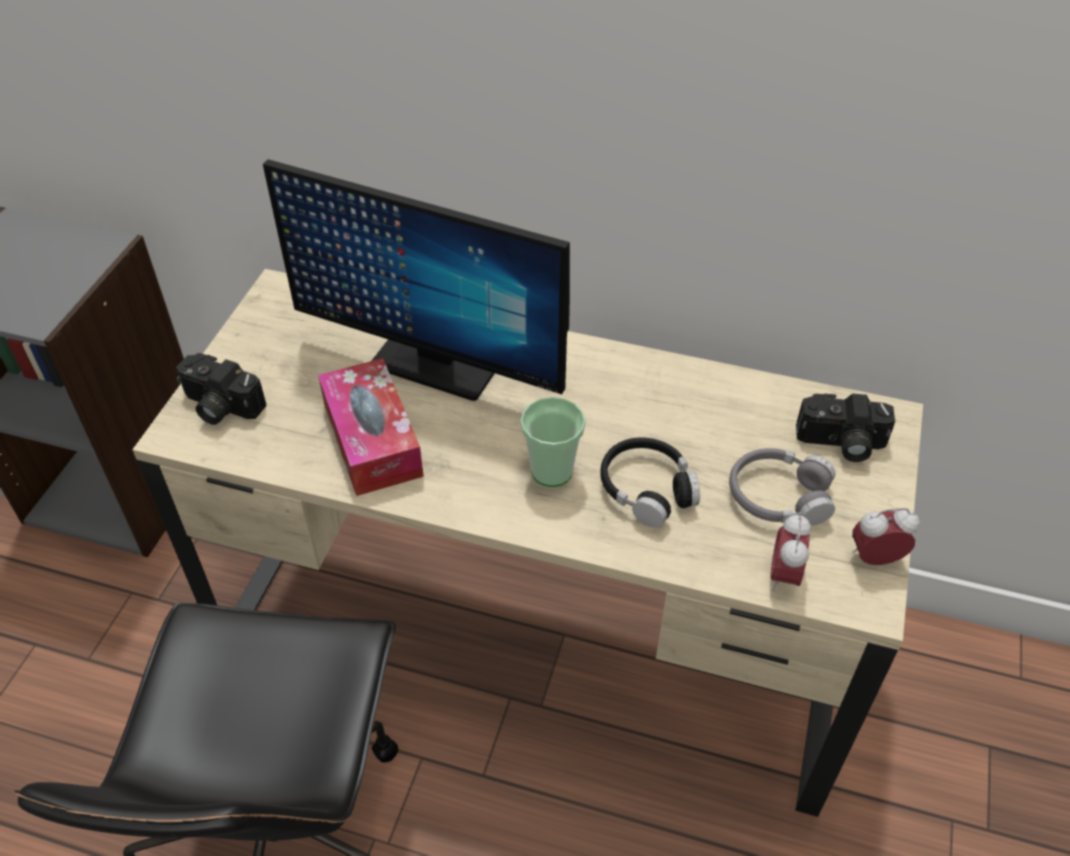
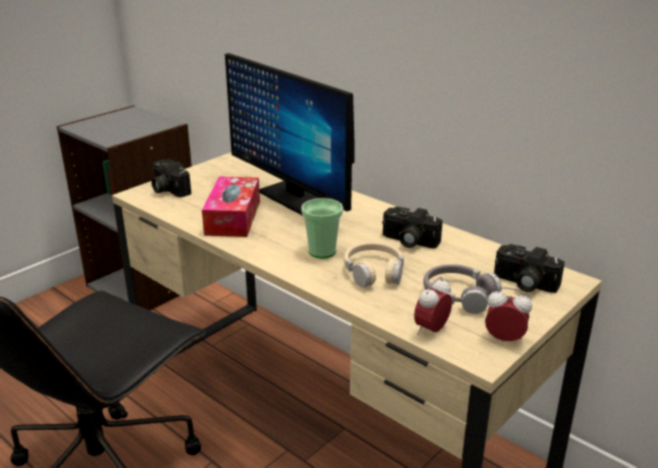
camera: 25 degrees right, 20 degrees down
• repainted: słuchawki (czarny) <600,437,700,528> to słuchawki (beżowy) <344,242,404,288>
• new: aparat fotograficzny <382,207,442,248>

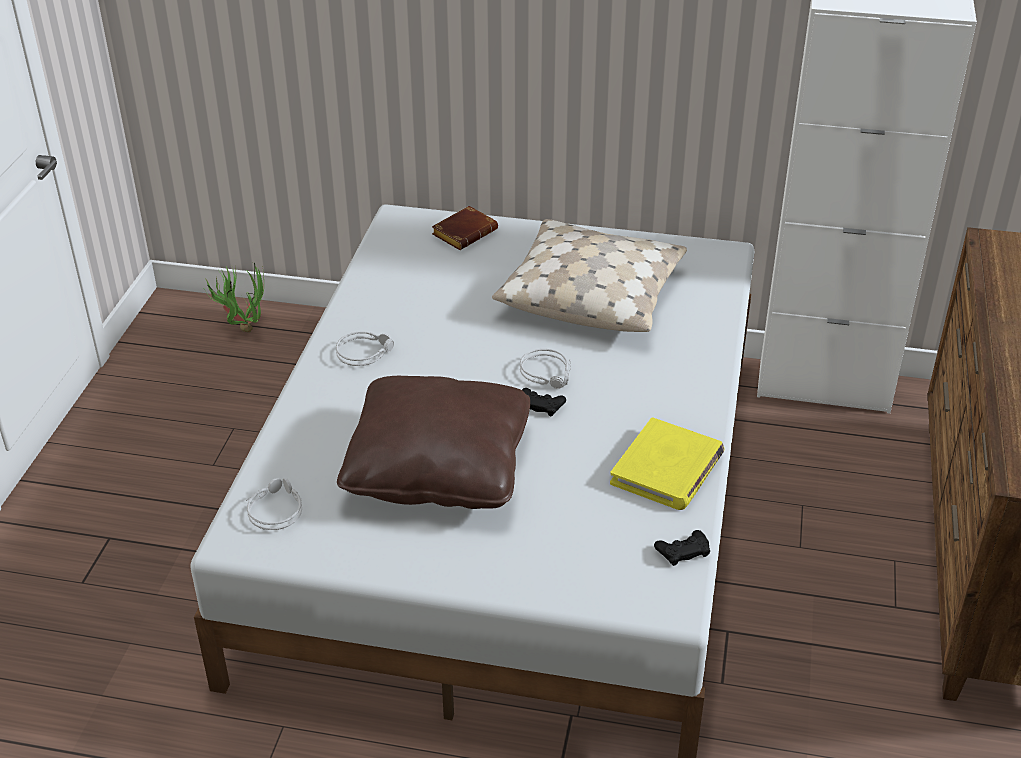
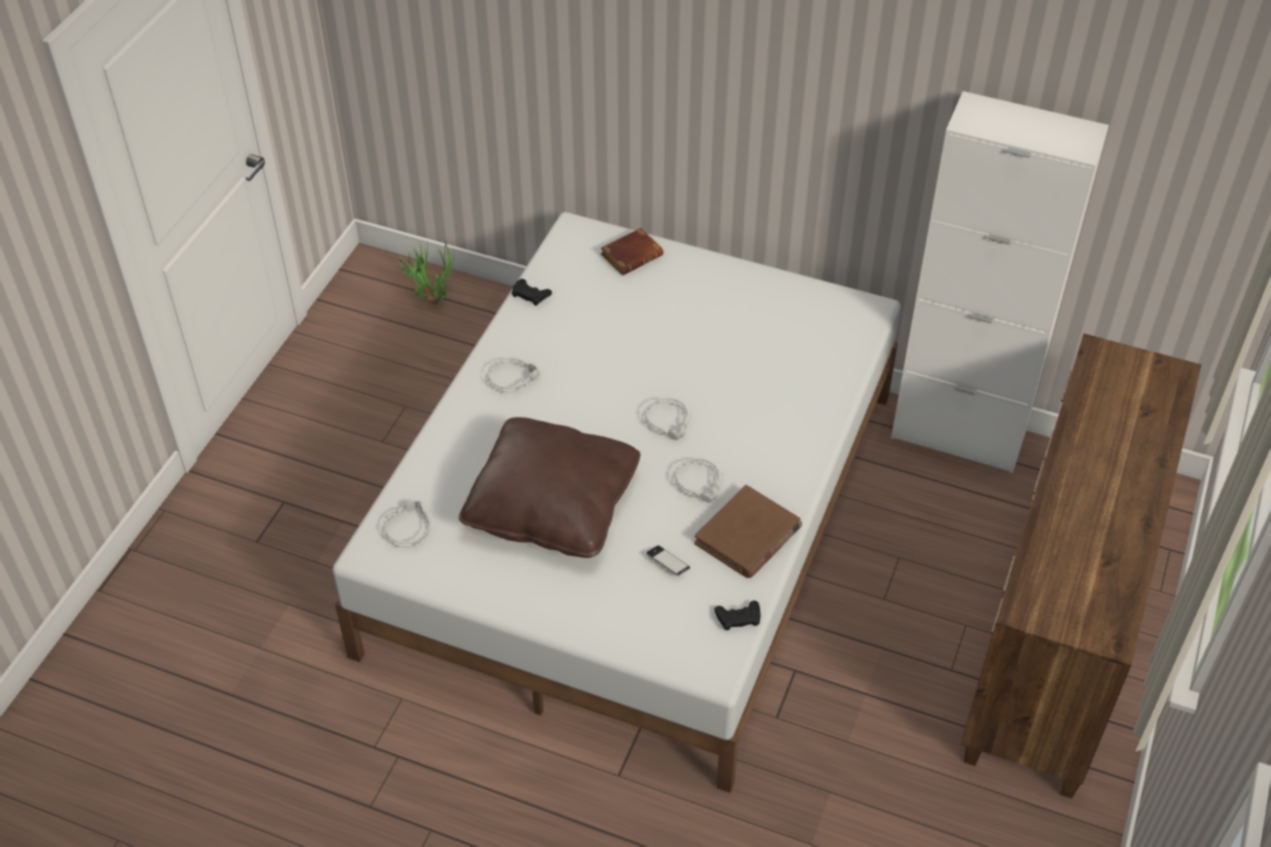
camera: 10 degrees right, 10 degrees up
• gone: poduszka (beżowy) <492,219,687,332>
• shifted: pad do gier (czarny) <522,388,566,417> to <511,279,552,306>
• repainted: książka (żółty) <610,417,725,510> to książka (brązowy) <694,485,802,578>
• new: słuchawki (szary) <675,458,723,503>
• new: telefon <646,545,690,576>

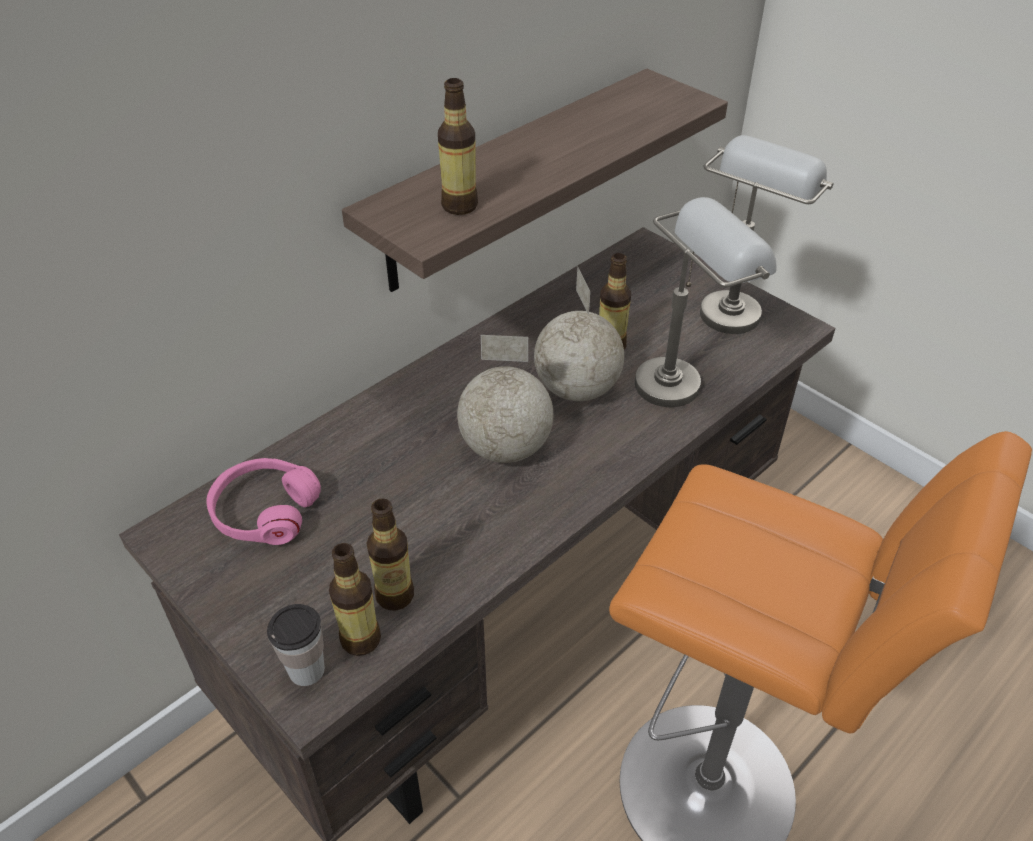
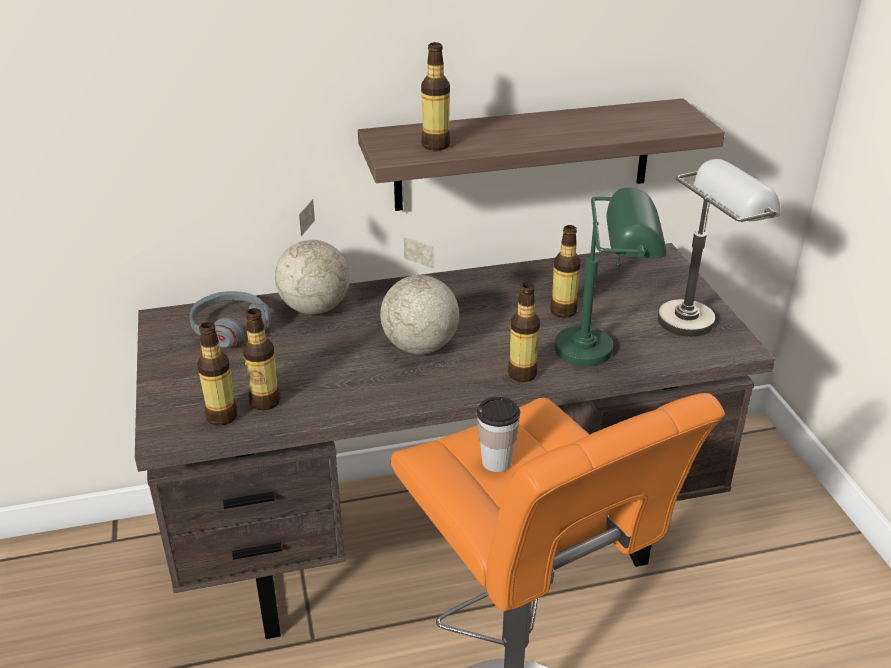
camera: 30 degrees right, 10 degrees down
• repainted: lampa stołowa (szary) <635,197,777,407> to lampa stołowa (zielony) <554,187,666,366>
• shifted: globus <534,266,624,401> to <275,200,350,314>
• repainted: słuchawki (różowy) <206,458,321,545> to słuchawki (szary) <189,291,272,348>
• shifted: filiżanka <267,604,325,686> to <477,397,520,472>
• new: butelka <508,282,540,382>

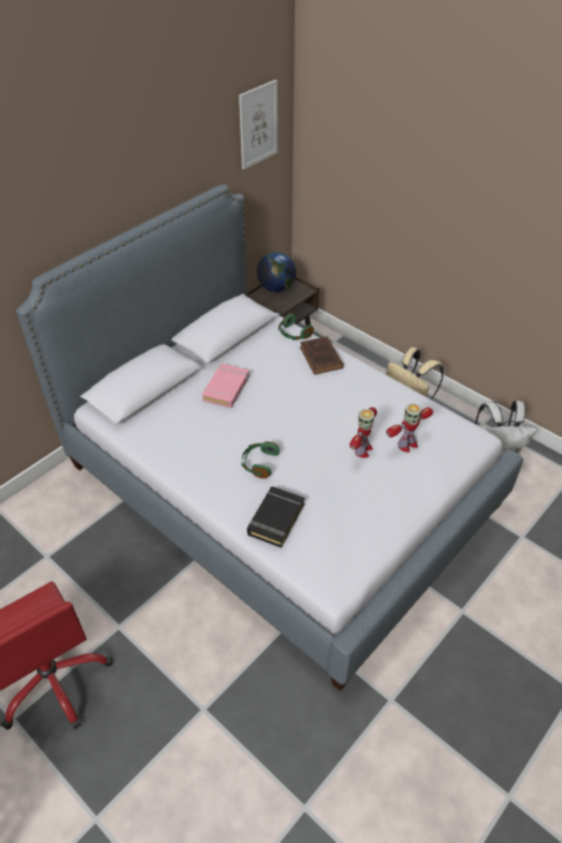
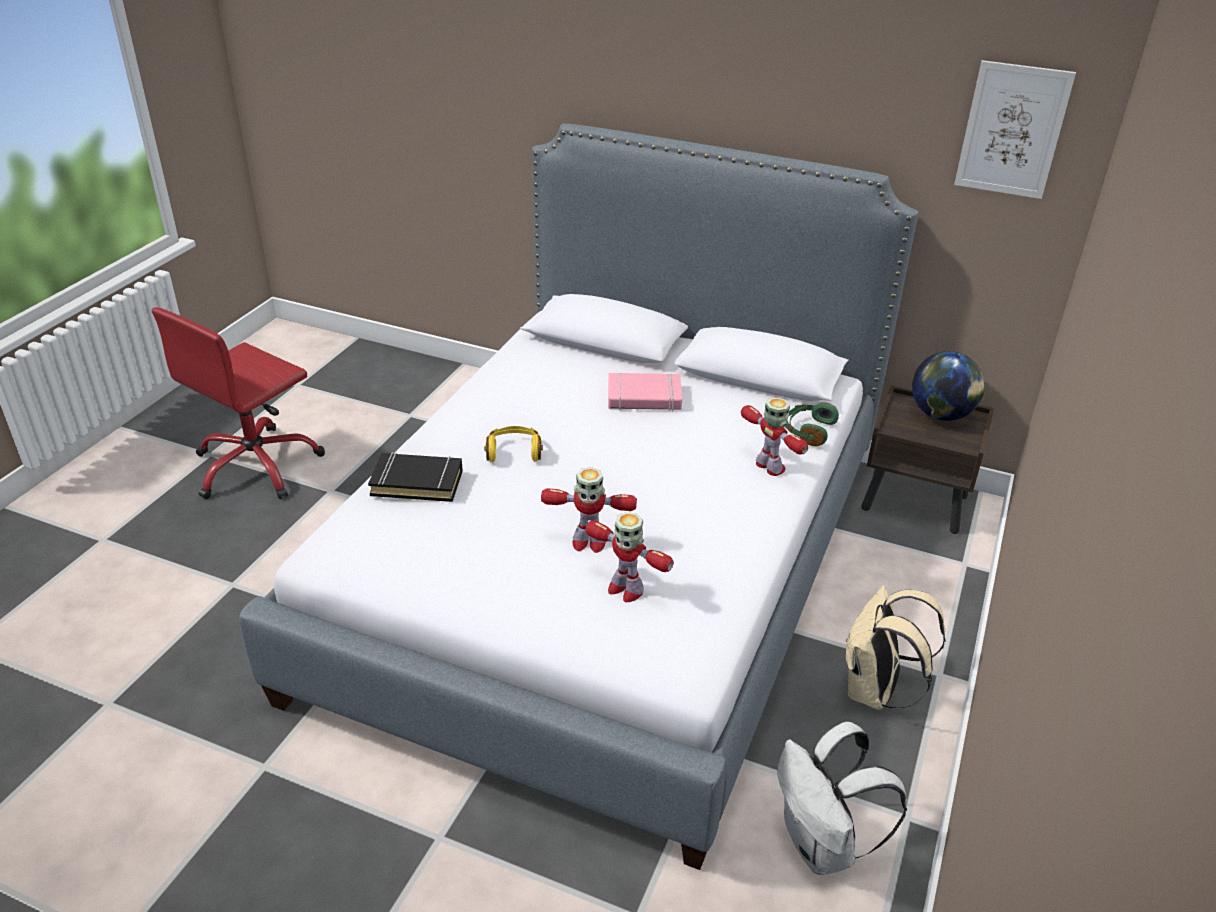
camera: 70 degrees right, 10 degrees down
• swapped: książka (brązowy) <300,336,344,375> to robot zabawkowy <741,397,808,476>
• repainted: słuchawki (zielony) <241,442,279,479> to słuchawki (żółty) <484,426,543,462>

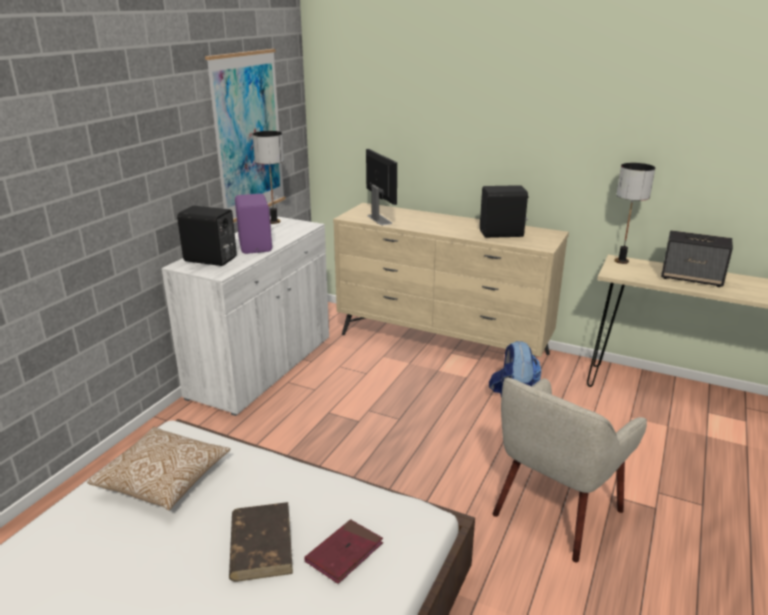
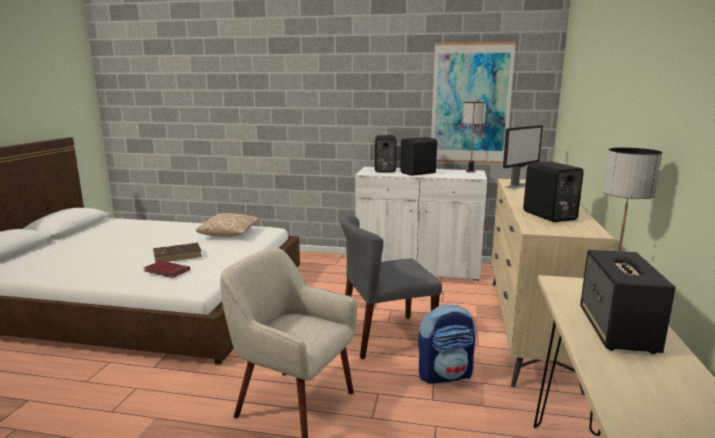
camera: 75 degrees right, 10 degrees down
• repainted: głośnik (fioletowy) <235,194,272,254> to głośnik (czarny) <400,137,437,176>
• new: krzesło (szary) <340,215,442,359>

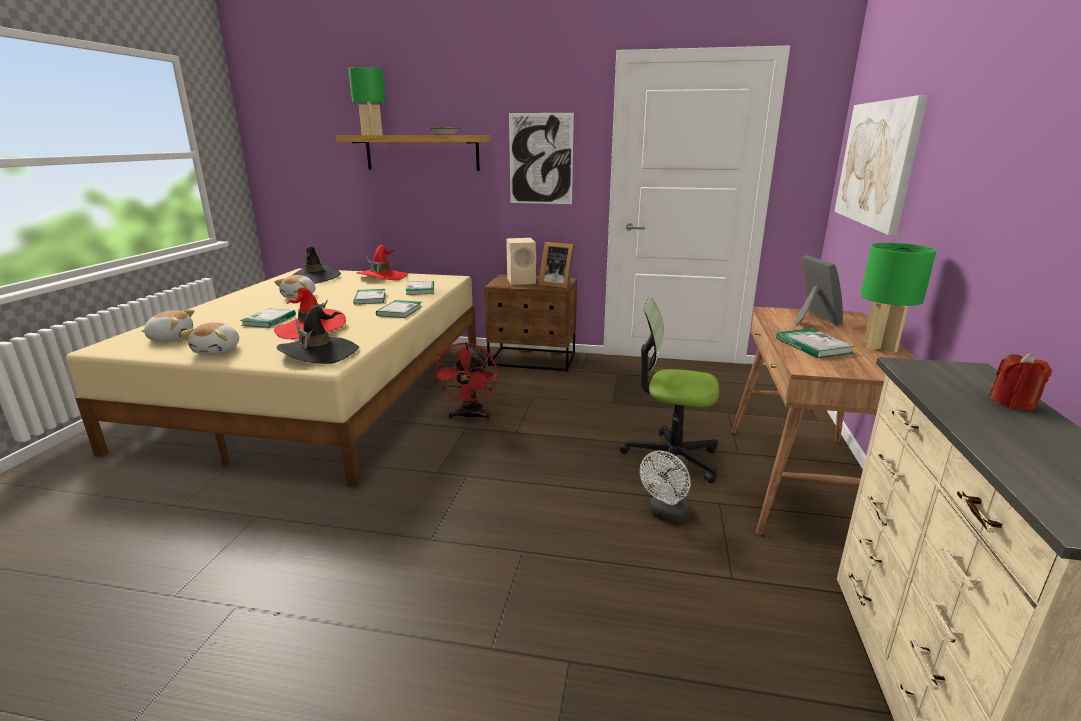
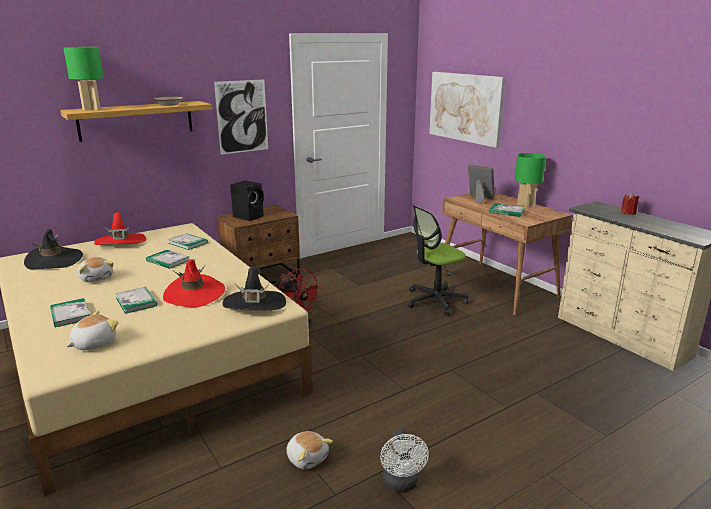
camera: 45 degrees left, 0 degrees up
• repainted: głośnik (beżowy) <506,238,536,285> to głośnik (czarny) <230,181,264,221>
• gone: ramka na zdjęcie <539,242,575,289>
• shifted: książka <376,300,422,318> to <50,298,90,327>
• shifted: pluszak <180,322,239,354> to <286,431,333,469>
• shifted: wentylator (biały) <640,451,691,523> to <380,429,429,492>

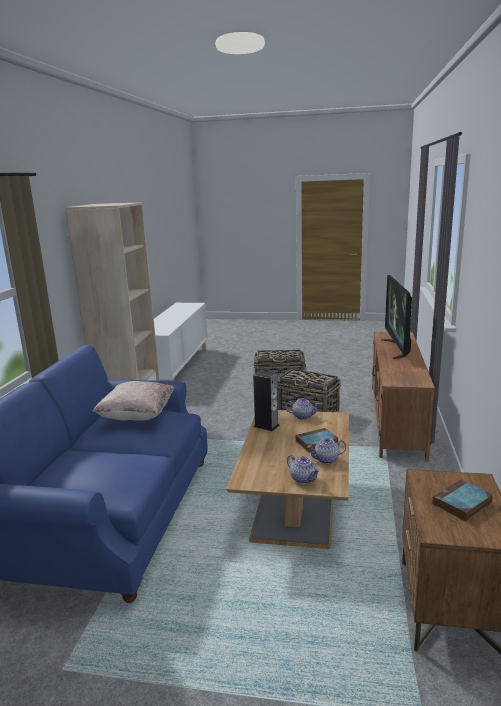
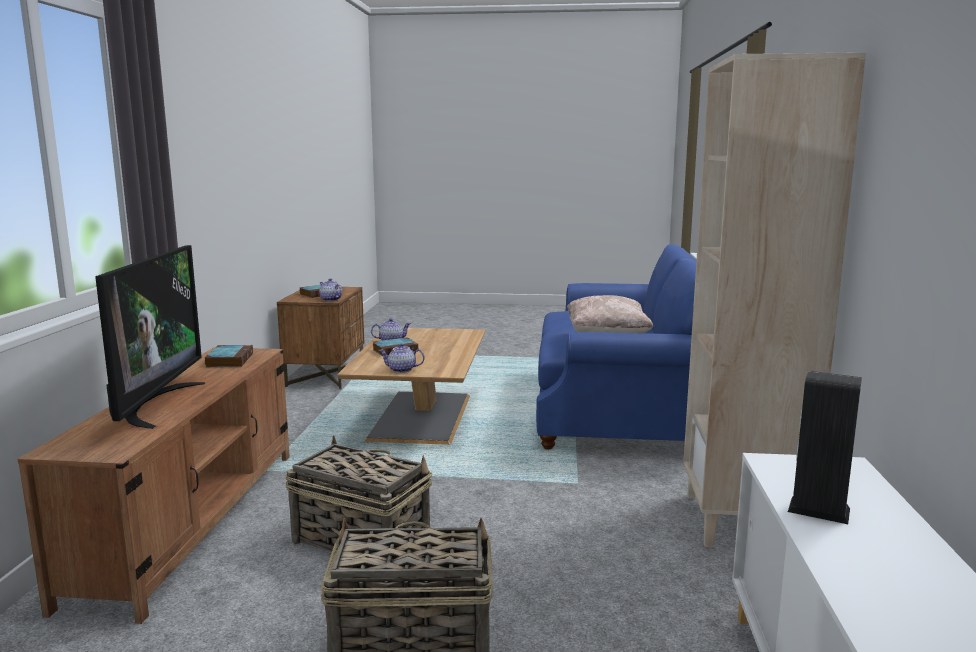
camera: 175 degrees right, 5 degrees down
• shifted: głośnik <253,371,280,431> to <788,371,862,524>
• shifted: imbryk <287,455,320,484> to <319,278,342,301>
• new: książka <205,345,253,367>

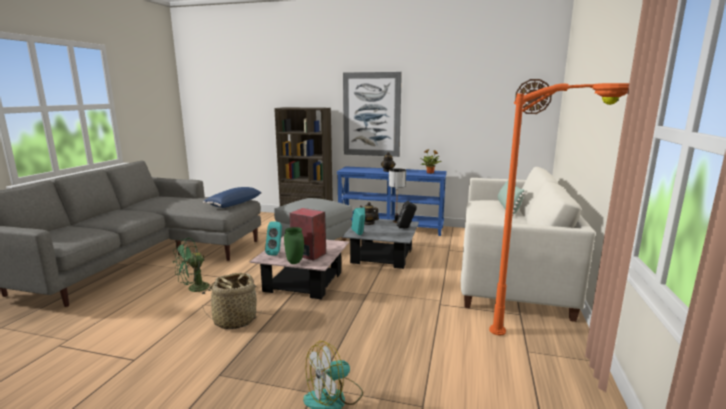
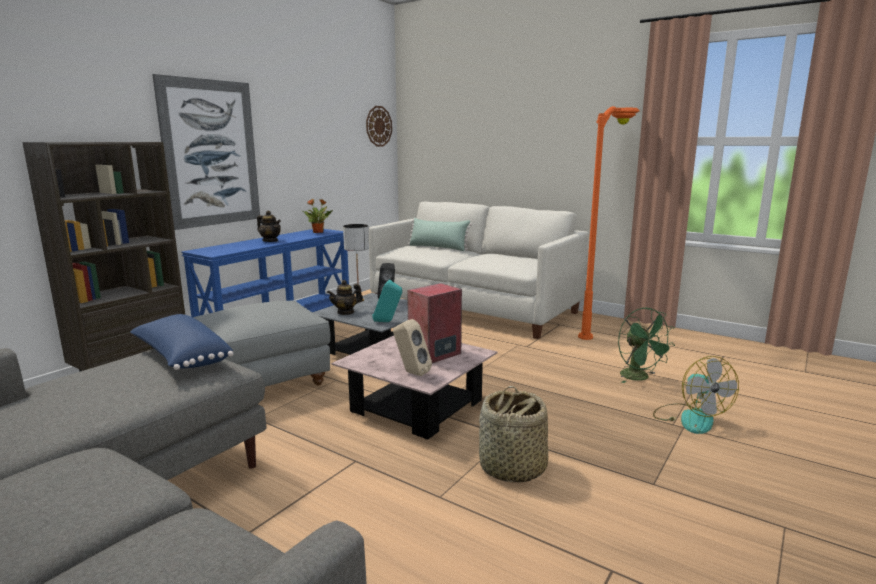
camera: 70 degrees left, 0 degrees up
• repainted: głośnik (turkusowy) <265,221,282,256> to głośnik (beżowy) <393,319,432,376>
• gone: wazon (zielony) <284,227,304,264>
• shifted: wentylator (zielony) <174,238,214,294> to <618,308,675,383>

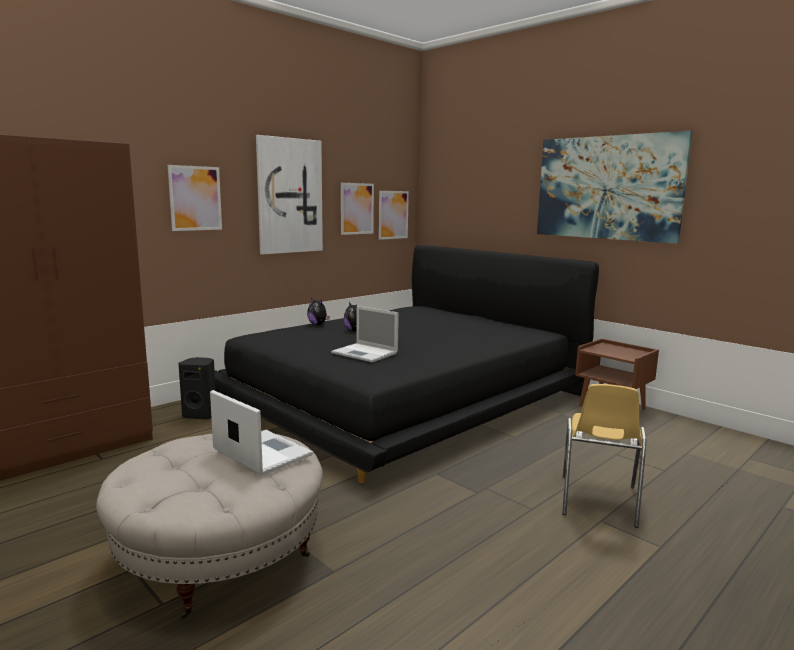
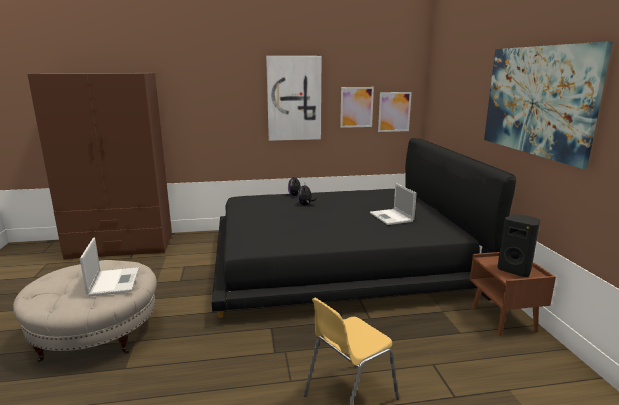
camera: 35 degrees right, 5 degrees up
• gone: obraz <168,165,222,231>
• shifted: laptop <331,306,399,362> to <370,183,417,225>
• shifted: głośnik (czarny) <178,357,216,420> to <497,214,540,277>

